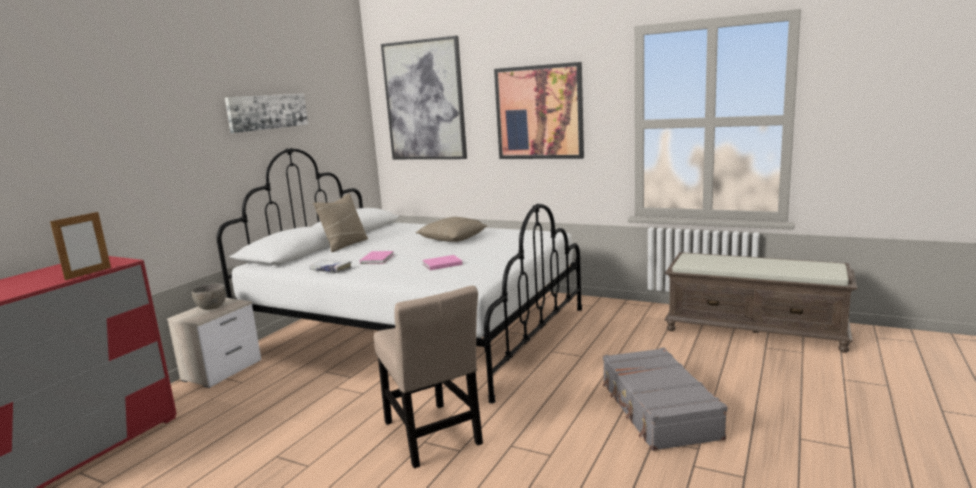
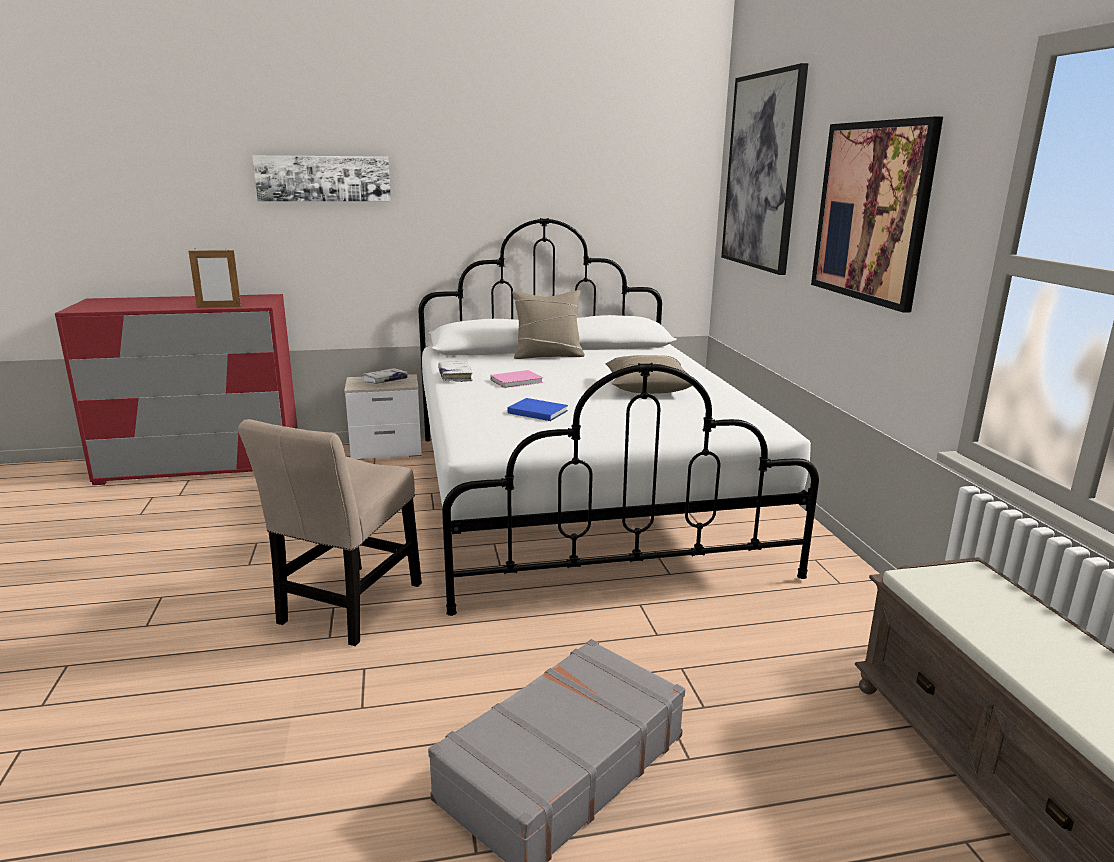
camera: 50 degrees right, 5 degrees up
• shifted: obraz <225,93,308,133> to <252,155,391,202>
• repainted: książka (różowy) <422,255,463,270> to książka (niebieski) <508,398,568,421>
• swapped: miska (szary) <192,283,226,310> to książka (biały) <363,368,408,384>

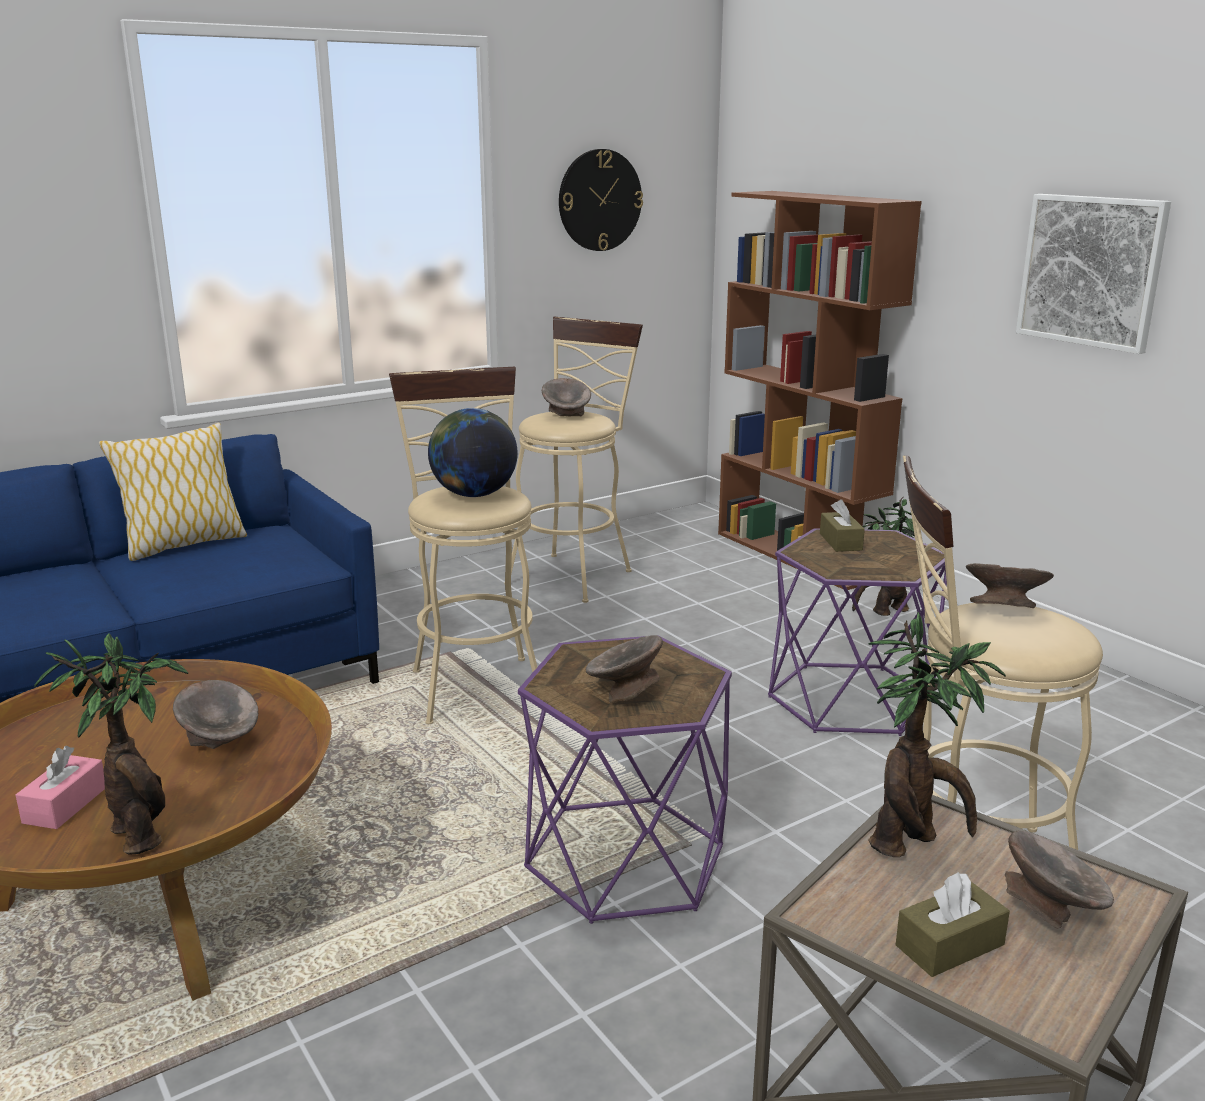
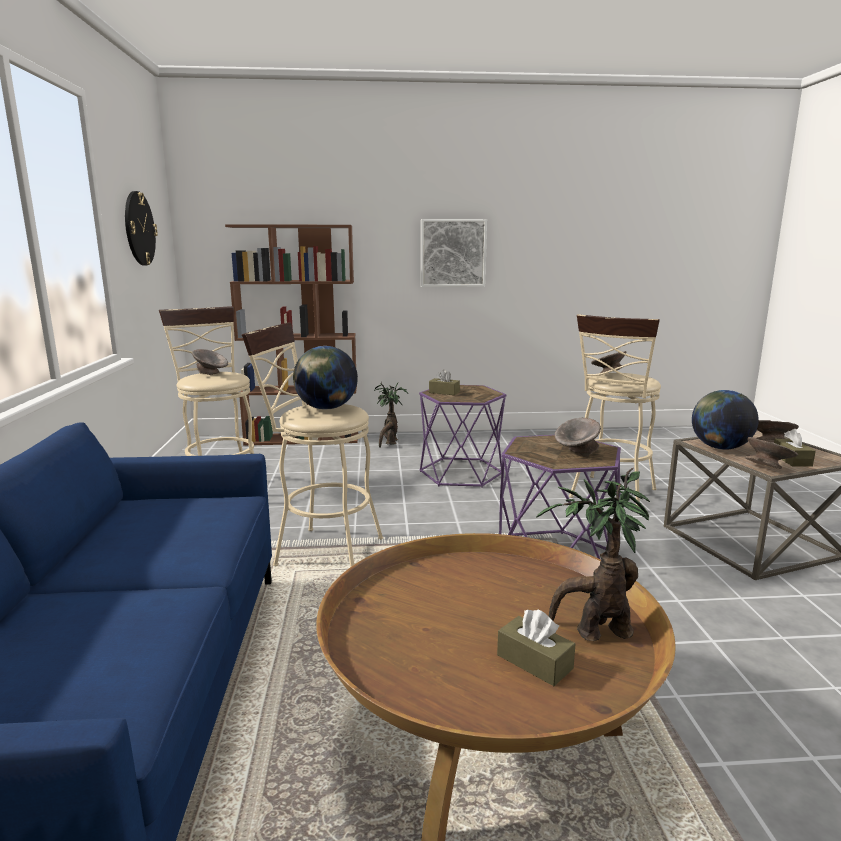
camera: 60 degrees left, 5 degrees down
• gone: poduszka <99,422,247,561>
• swapped: roślina doniczkowa <869,612,1006,857> to globus <692,390,759,450>
• shifted: miska (szary) <173,680,258,749> to <745,437,798,469>
• repainted: pudełko chusteczek (różowy) <16,746,105,829> to pudełko chusteczek (brązowy) <497,609,576,686>

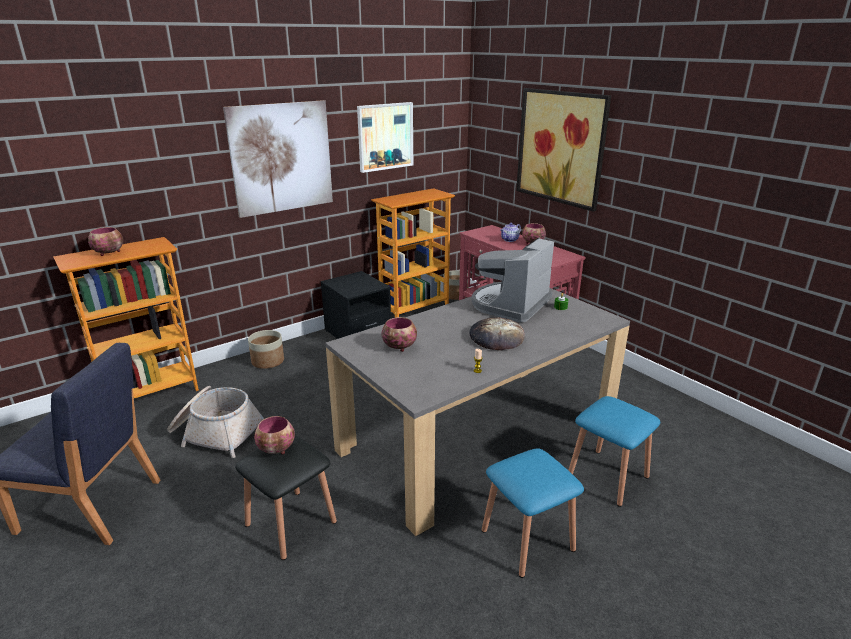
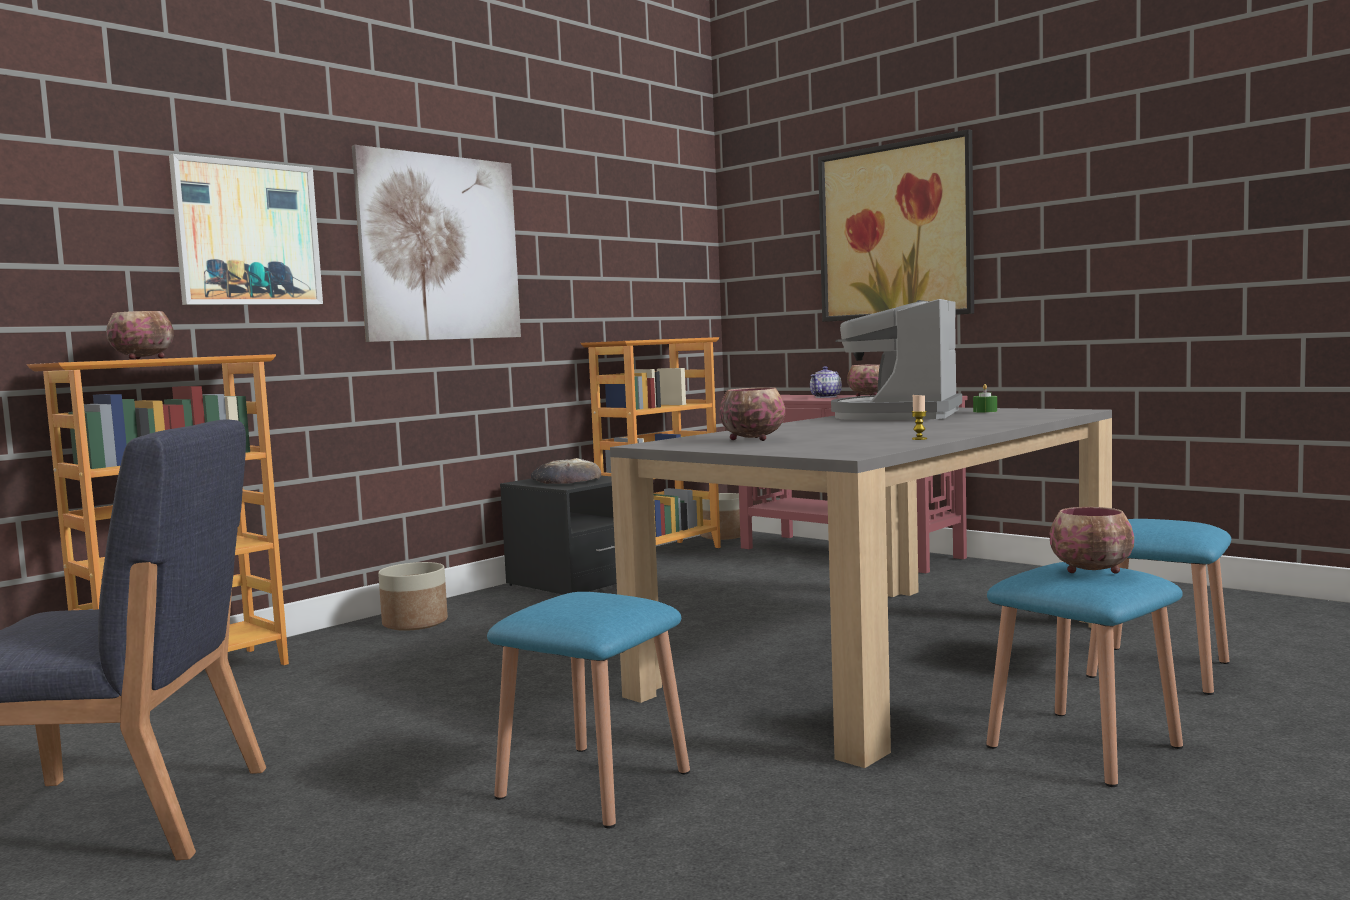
camera: 10 degrees left, 20 degrees down
• shifted: obraz <357,102,413,173> to <169,154,323,305>
• shifted: chleb <469,317,525,350> to <531,458,601,484>
• gone: koszyk <167,386,264,458>
• shifted: miska <254,416,295,454> to <1050,507,1134,574>
• repainted: stołek (czarny) <235,436,337,560> to stołek (niebieski) <487,592,690,828>

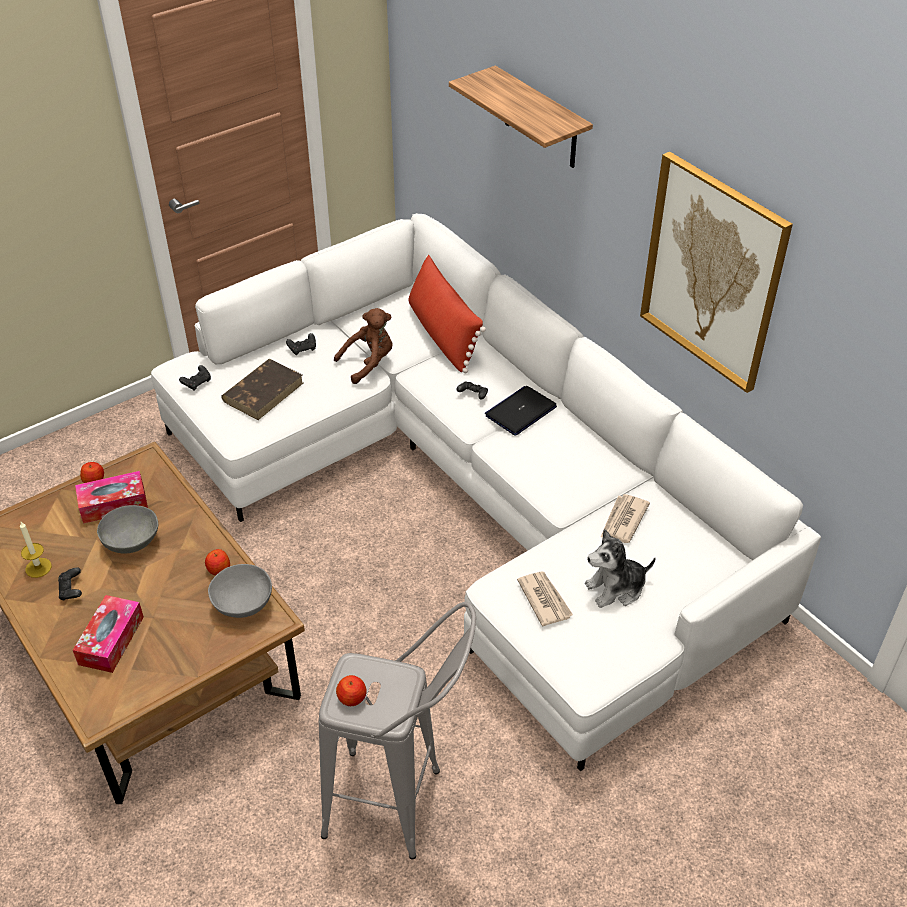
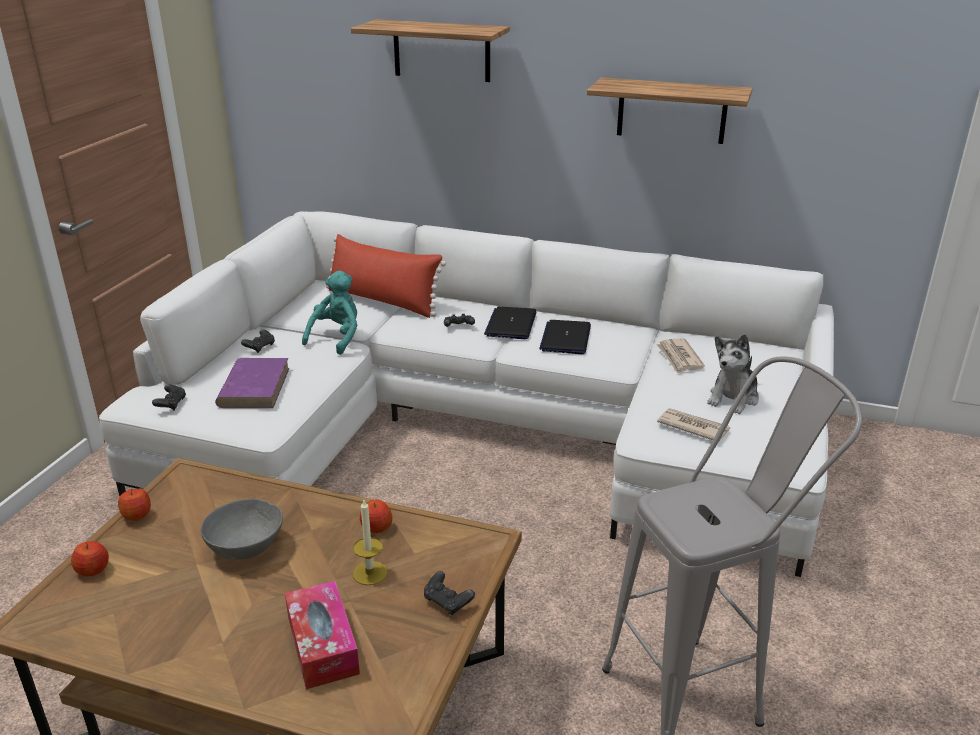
camera: 35 degrees left, 15 degrees down
• swapped: obraz <640,152,793,393> to półka <587,78,753,144>
• repainted: pluszak (brązowy) <334,308,393,384> to pluszak (turkusowy) <302,271,357,355>
• repainted: książka (brązowy) <221,359,303,420> to książka (fioletowy) <215,358,290,408>
• gone: pudełko chusteczek <75,471,148,524>
• shifted: świeca <20,522,52,578> to <353,500,387,585>
• gone: miska (szary) <208,564,272,618>
• shifted: pad do gier (czarny) <58,567,82,600> to <424,571,475,615>
• shifted: jabłko <336,675,367,706> to <71,541,109,576>
• new: laptop <539,320,591,354>

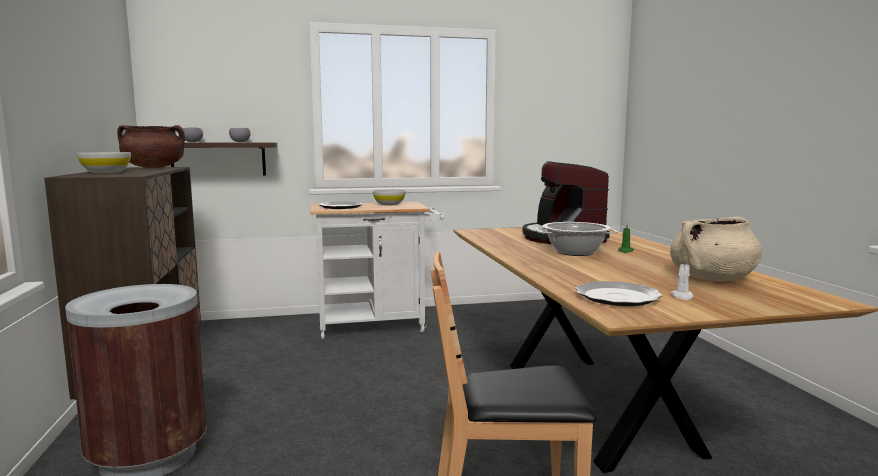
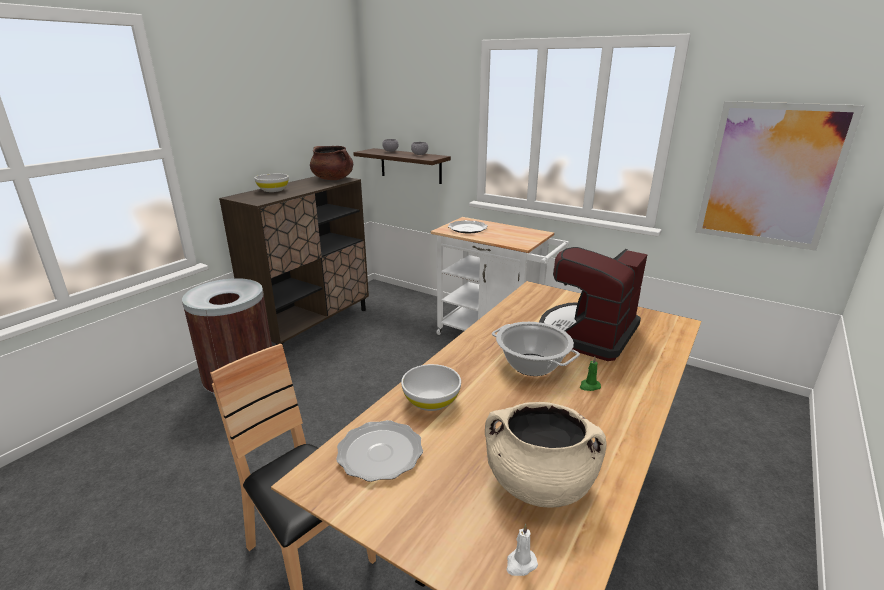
camera: 45 degrees right, 15 degrees up
• shifted: miska (biały) <373,189,406,205> to <401,364,461,411>
• shifted: świeca (biały) <670,257,693,300> to <507,524,538,576>
• new: obraz <695,101,865,251>

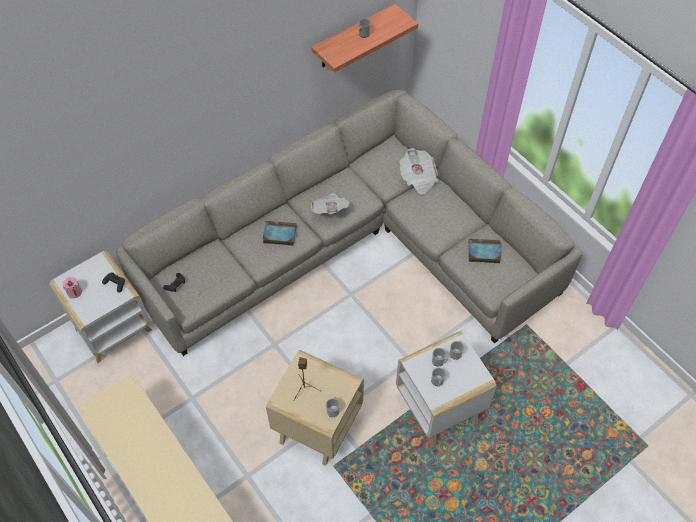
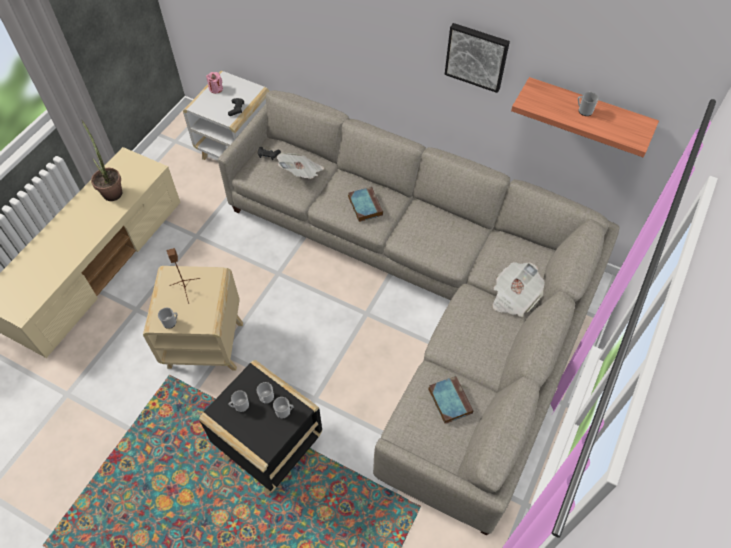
camera: 65 degrees right, 0 degrees up
• shifted: gazeta <311,193,350,214> to <277,153,324,179>
• repainted: stolik (biały) <396,331,497,446> to stolik (czarny) <199,360,322,496>
• new: obraz <445,23,510,93>
• new: roślina doniczkowa <82,120,122,201>

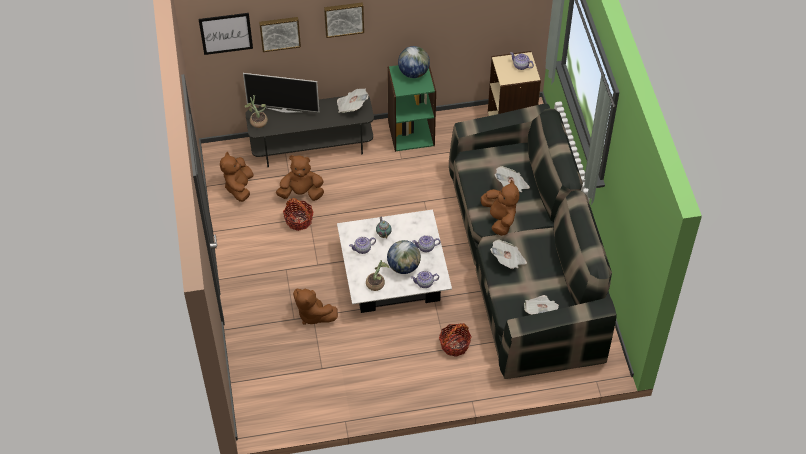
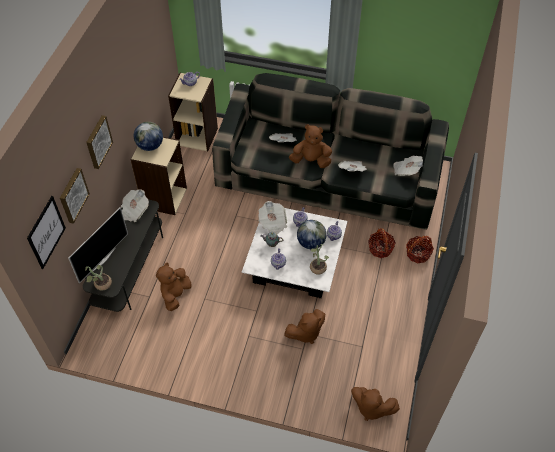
camera: 65 degrees left, 0 degrees up
• repainted: regał (zielony) <387,65,436,152> to regał (beżowy) <131,137,187,215>
• shifted: pluszak (brązowy) <220,152,254,202> to <351,387,400,421>
• shifted: koszyk <283,198,314,231> to <406,236,434,263>
• new: gazeta <259,201,287,234>

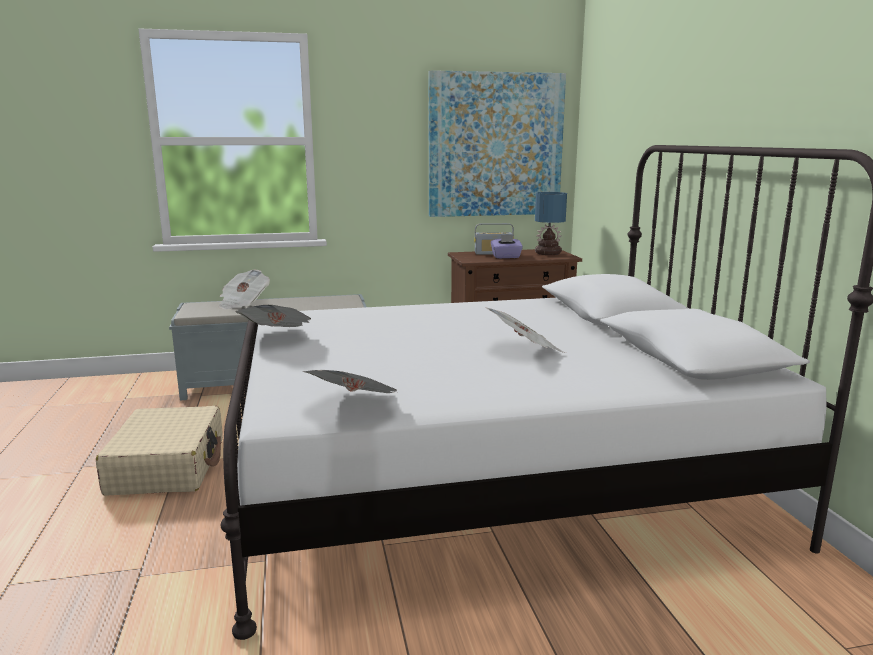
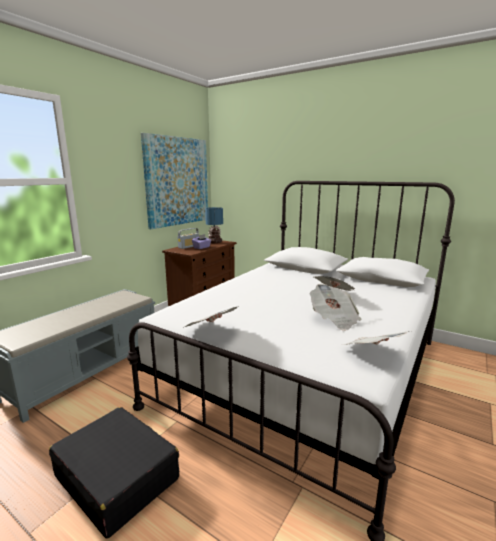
camera: 45 degrees left, 0 degrees up
• shifted: gazeta <219,270,270,309> to <310,284,362,331>
• repainted: walizka (beżowy) <96,406,223,496> to walizka (czarny) <49,407,179,538>

